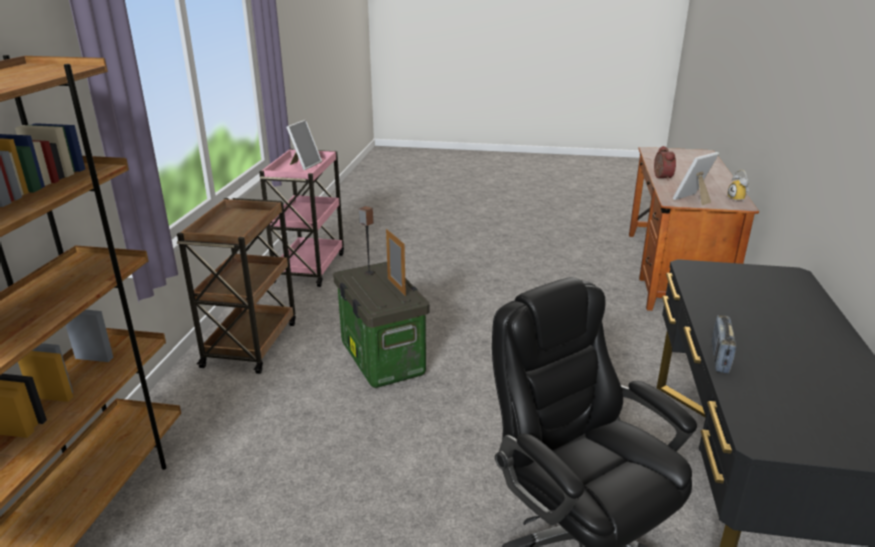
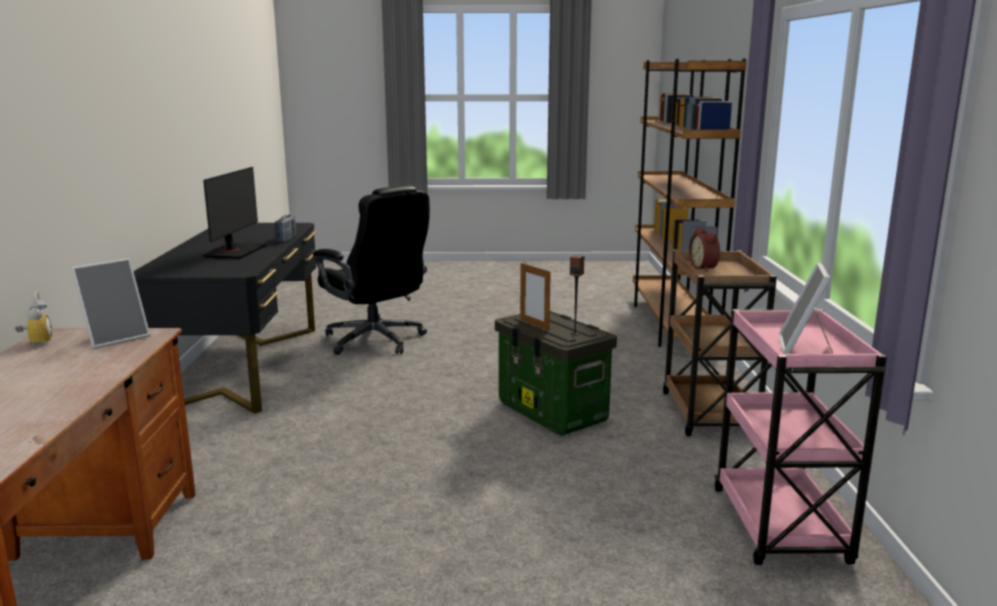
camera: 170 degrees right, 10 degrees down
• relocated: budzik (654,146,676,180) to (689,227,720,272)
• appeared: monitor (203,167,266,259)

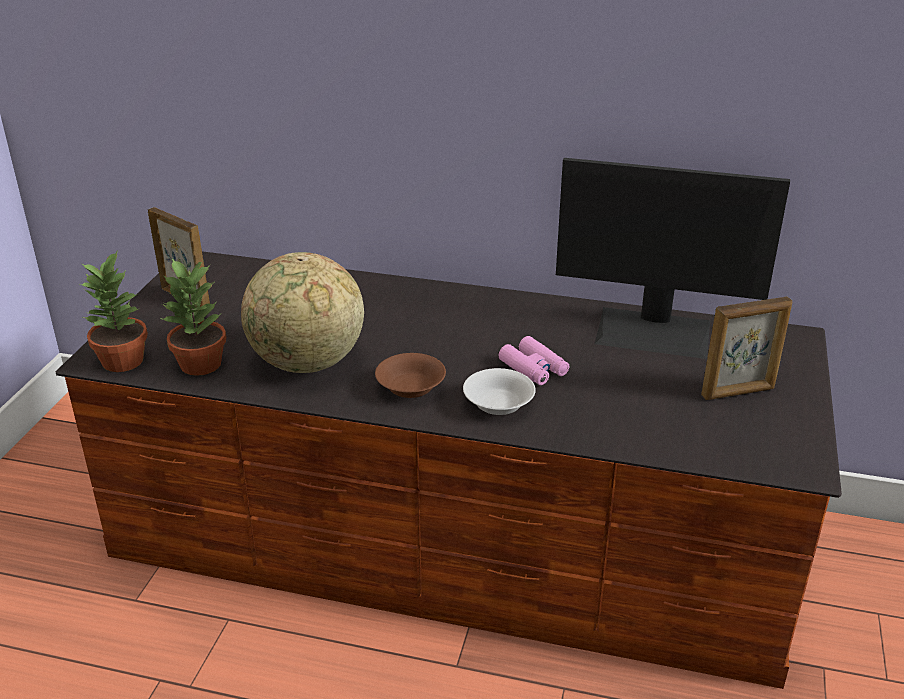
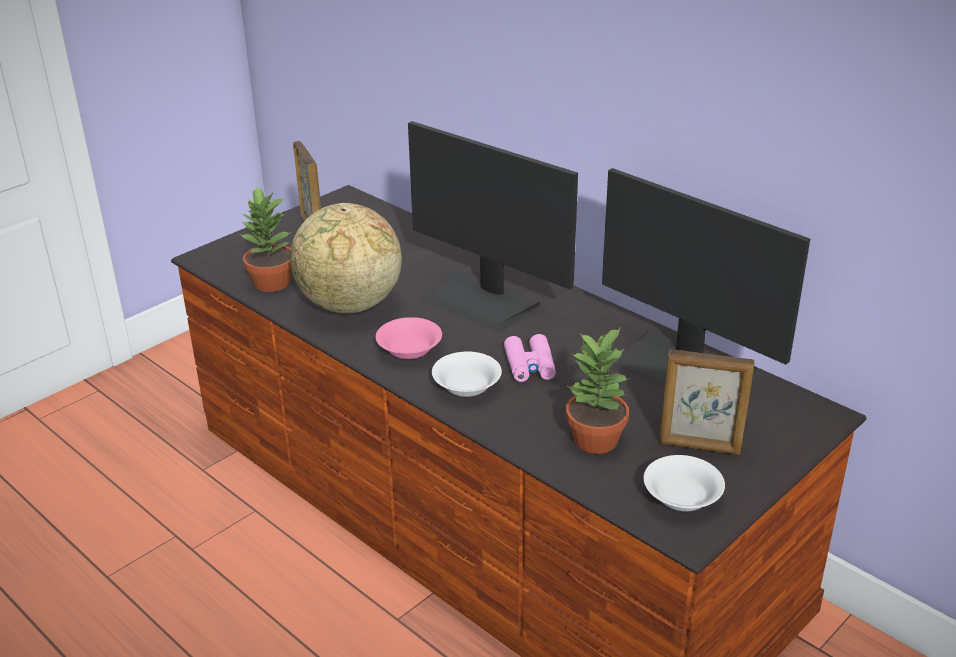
camera: 30 degrees right, 0 degrees up
• relocated: roślina doniczkowa (80,250,148,372) to (566,329,629,454)
• colour: miska/brązowy (375,353,446,398) to miska/różowy (376,317,442,359)
• appeared: monitor (408,121,578,332)
• appeared: miska/biały (643,455,725,511)

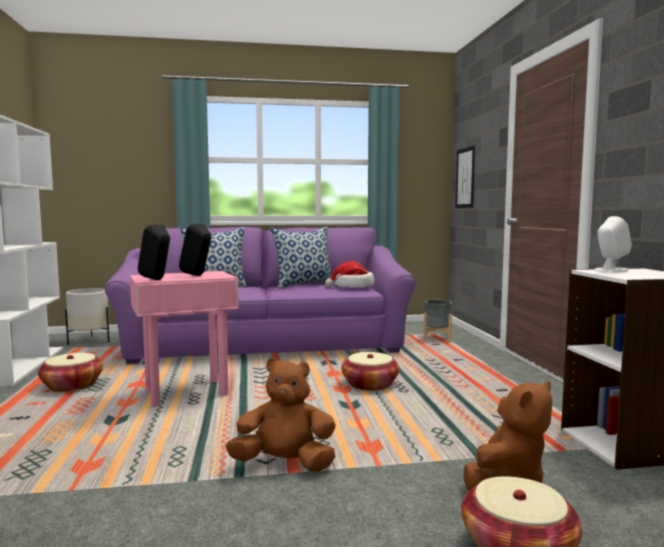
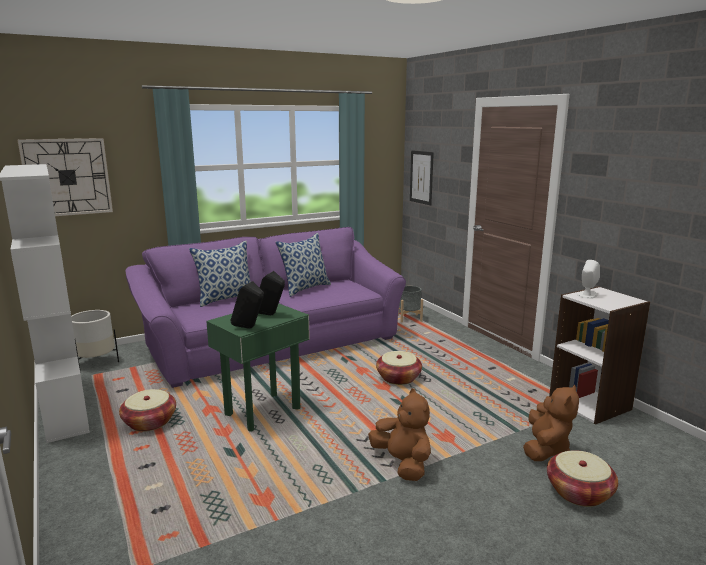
camera: 20 degrees left, 10 degrees up
• colour: stolik/różowy (130,271,239,407) to stolik/zielony (206,303,310,432)
• spun: pluszak/brązowy (226,358,336,472) = (368,388,431,481) 75 degrees clockwise
• missing: kapelusz (325,261,374,288)
• appeared: zegar ścienny (18,138,113,216)

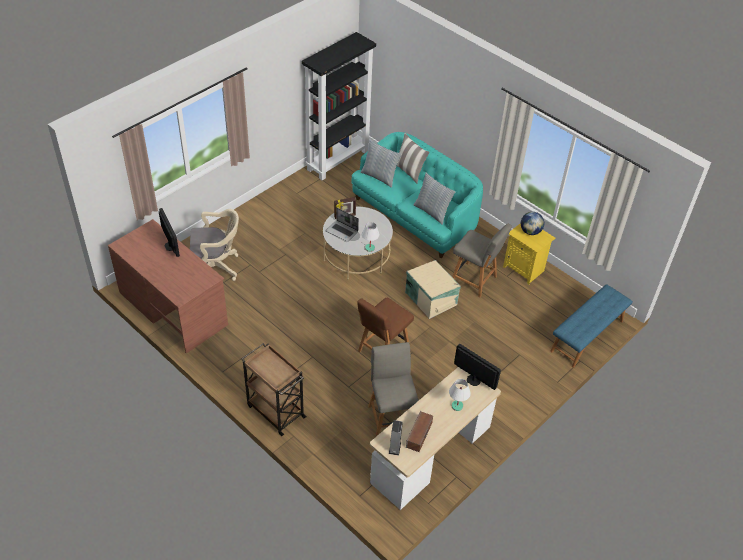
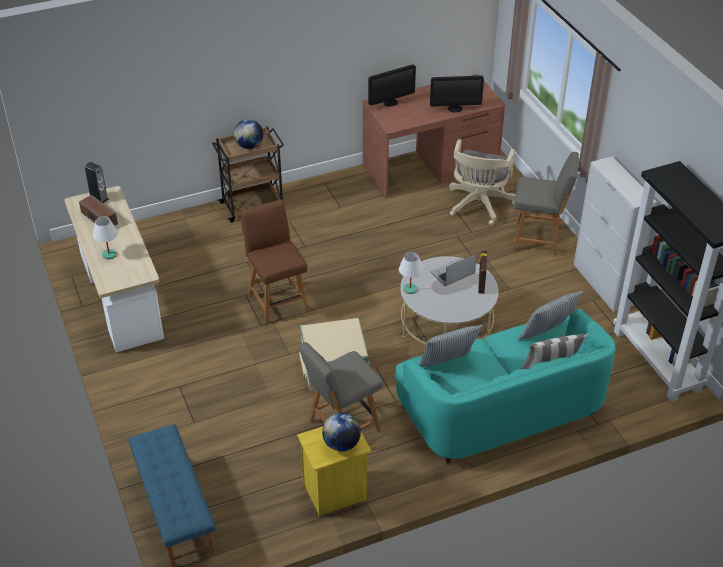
camera: 115 degrees right, 5 degrees down
• relocated: krzesło/szary (368,342,419,436) to (512,152,579,256)
• relocated: monitor (454,344,501,390) to (368,64,416,107)
• appeared: globus (234,119,263,149)
• appeared: szafka/biały (574,156,657,312)

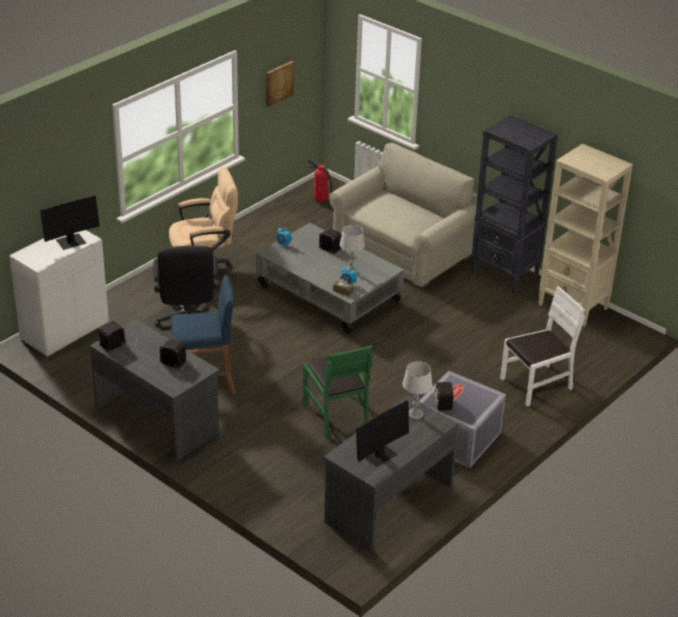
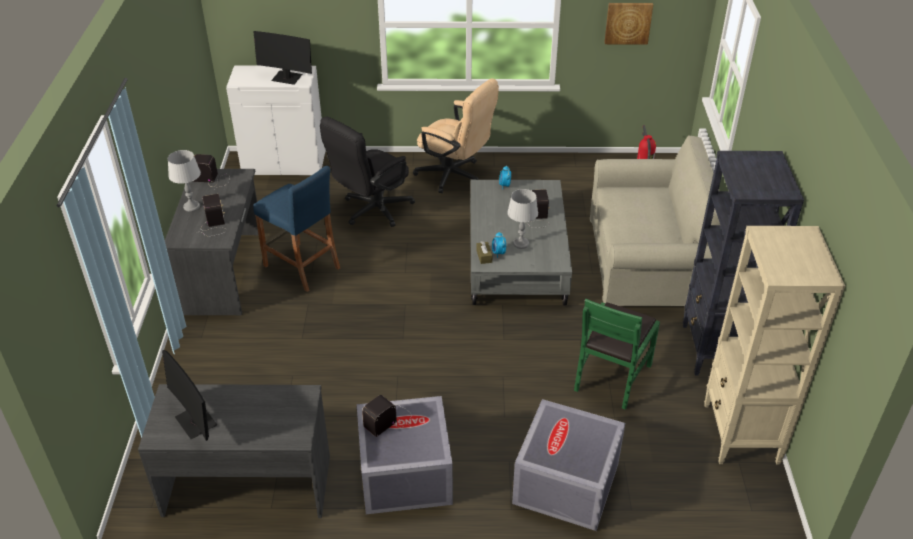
camera: 50 degrees right, 5 degrees up
• relocated: krzesło/zielony (303,345,373,438) to (574,299,660,410)
• spun: monitor (356,400,409,467) = (162,350,217,441) 45 degrees clockwise
• relocated: lampa stołowa/szary (402,361,433,420) to (168,150,201,212)
• exchanged: krzesło/biały (500,286,585,407) to pojemnik do przechowywania/szary (512,399,625,531)

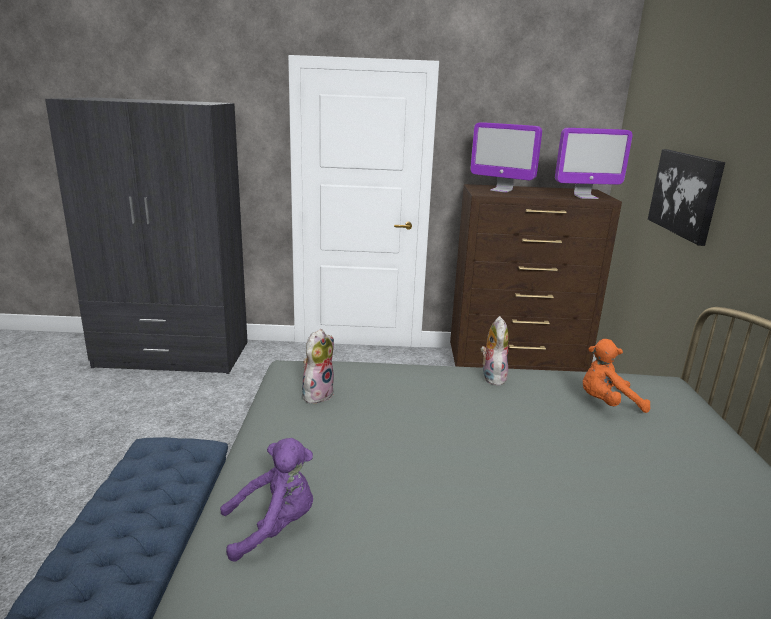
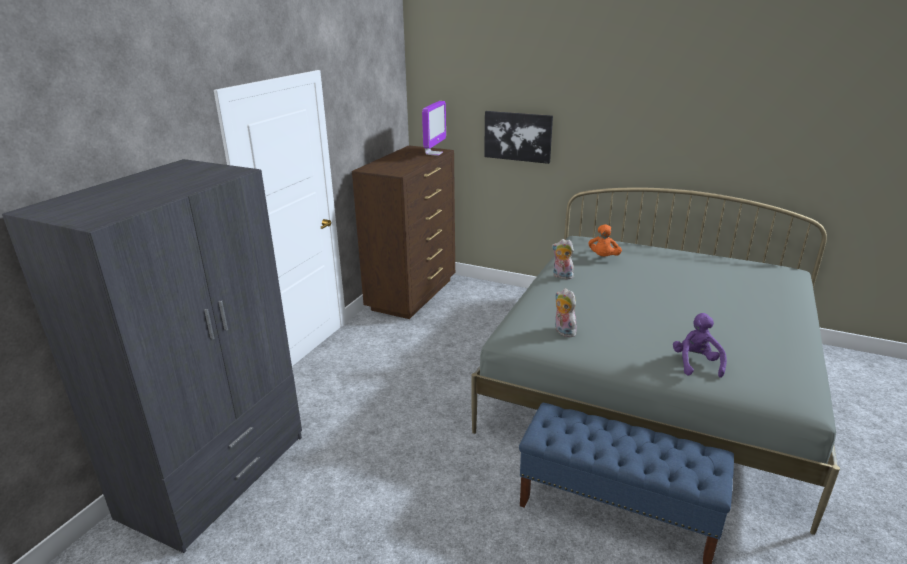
camera: 65 degrees left, 5 degrees up
• missing: monitor (470,122,542,193)

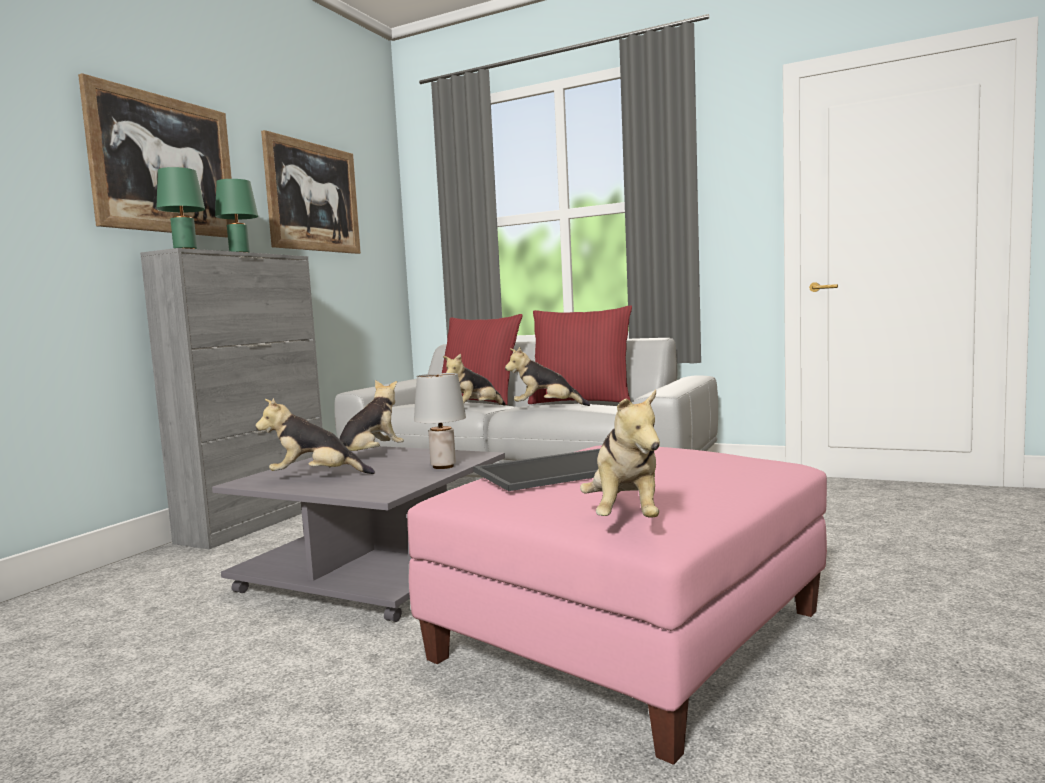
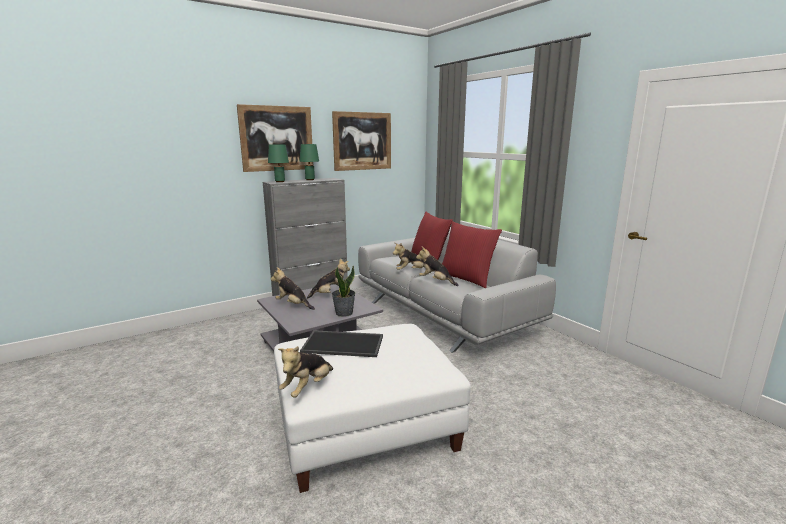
camera: 30 degrees right, 10 degrees up
• colour: pufa/różowy (407,445,827,765) to pufa/biały (274,324,471,493)
• exchanged: lampa stołowa/szary (414,373,466,469) to roślina doniczkowa (332,266,356,317)

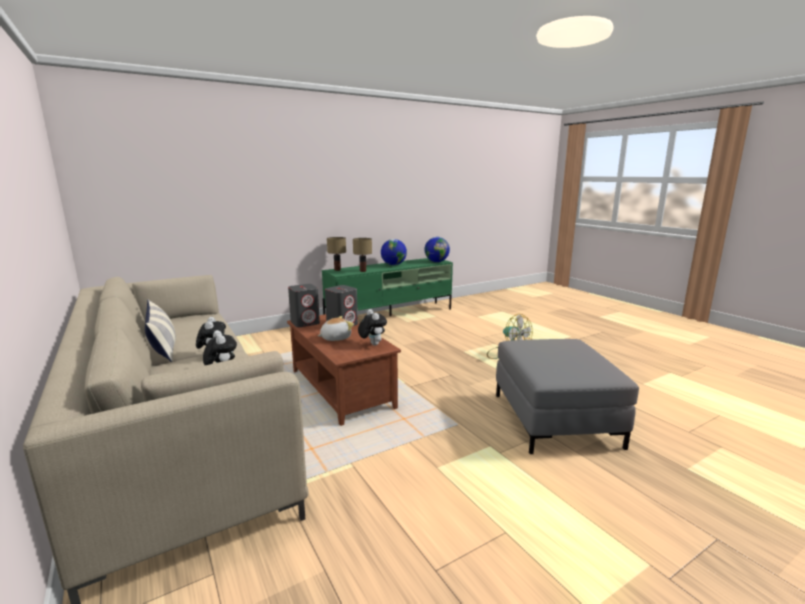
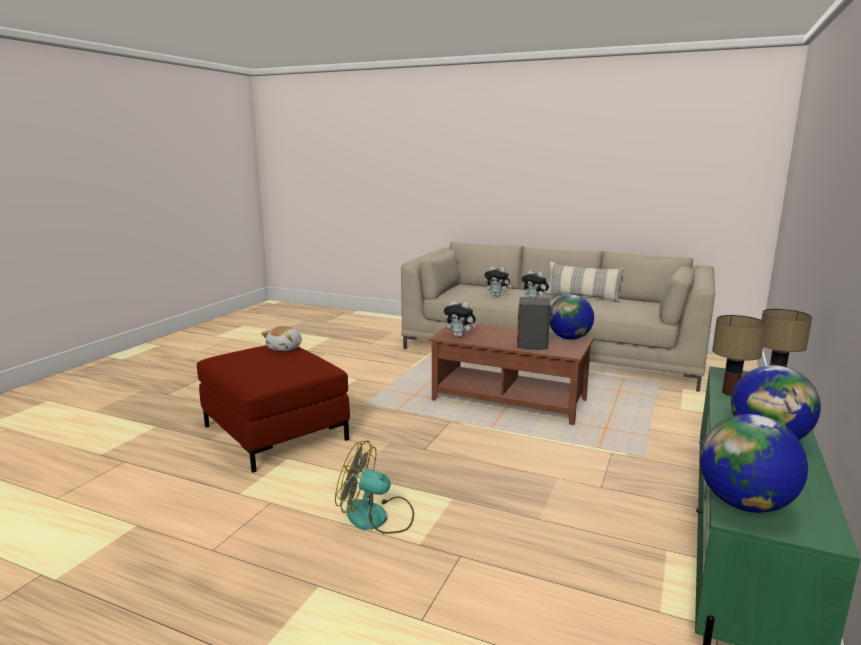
camera: 145 degrees right, 0 degrees up
• exchanged: głośnik/szary (288,284,320,327) to globus (549,295,594,340)
• relocated: pluszak (318,316,354,341) to (261,326,302,351)
• colour: pufa/szary (496,339,639,454) to pufa/czerwony (197,345,350,473)

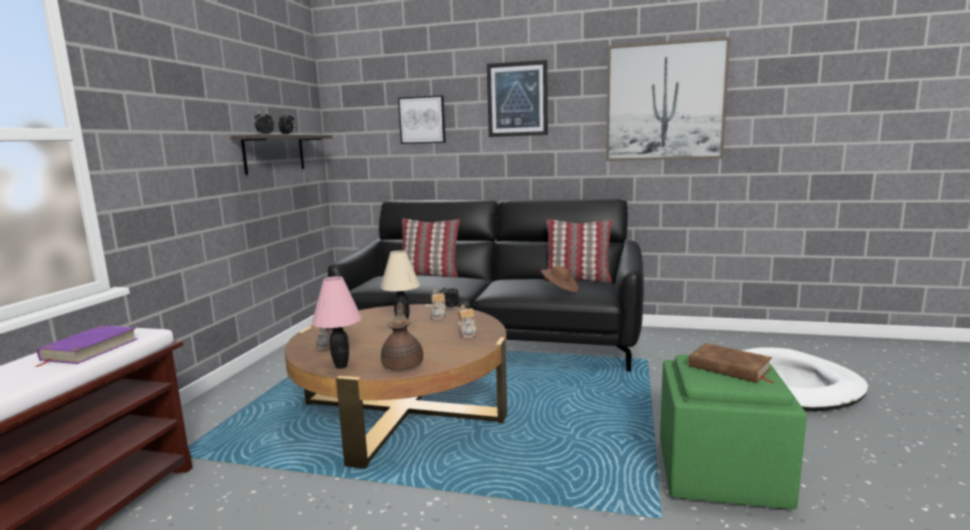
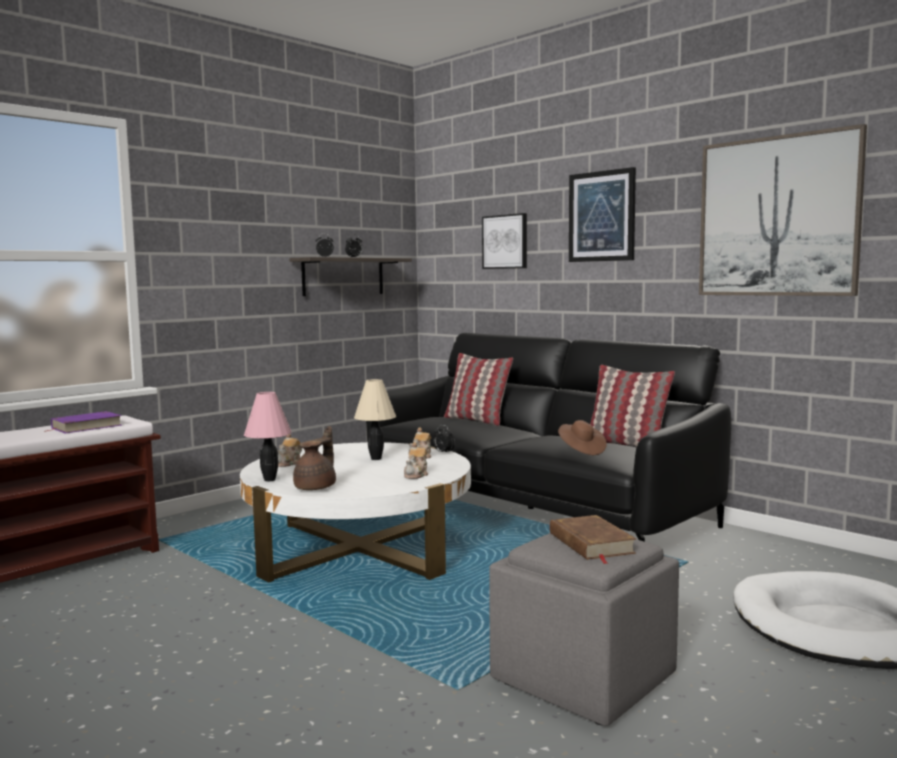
camera: 30 degrees right, 5 degrees down
• colour: ława/brązowy (284,304,507,469) to ława/biały (240,442,471,582)
• colour: pufa/zielony (660,355,807,509) to pufa/szary (489,533,679,726)

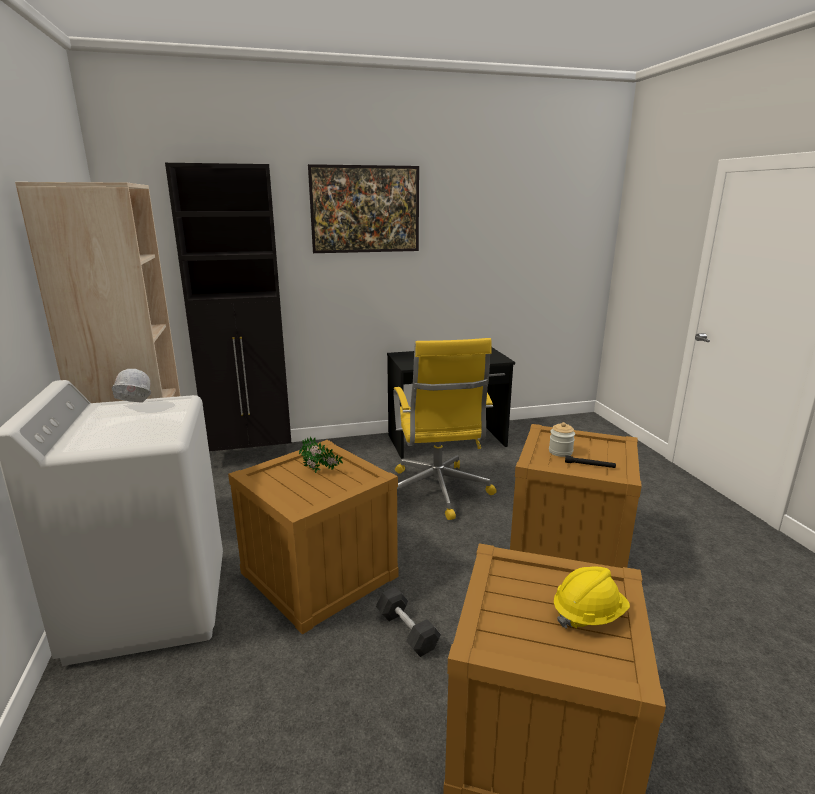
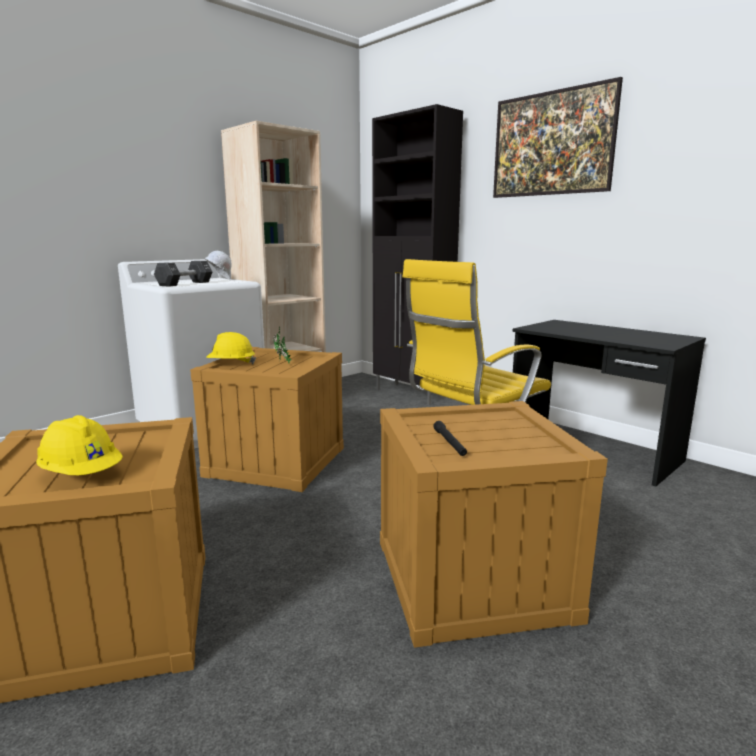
camera: 60 degrees right, 5 degrees down
• relocated: hantel/czarny (376,587,441,657) to (154,261,212,287)
• missing: słoik (549,422,575,457)
• appeared: kask/żółty (206,332,256,364)

